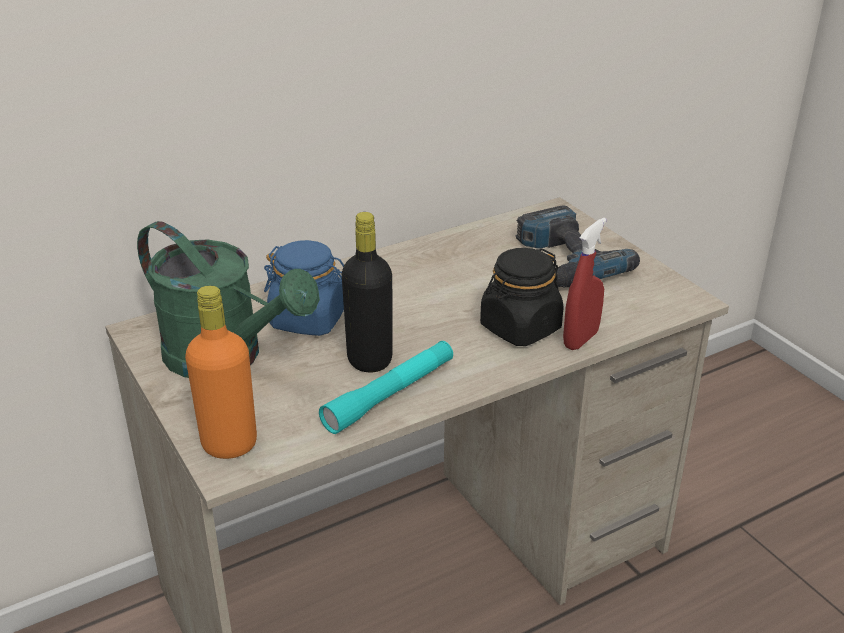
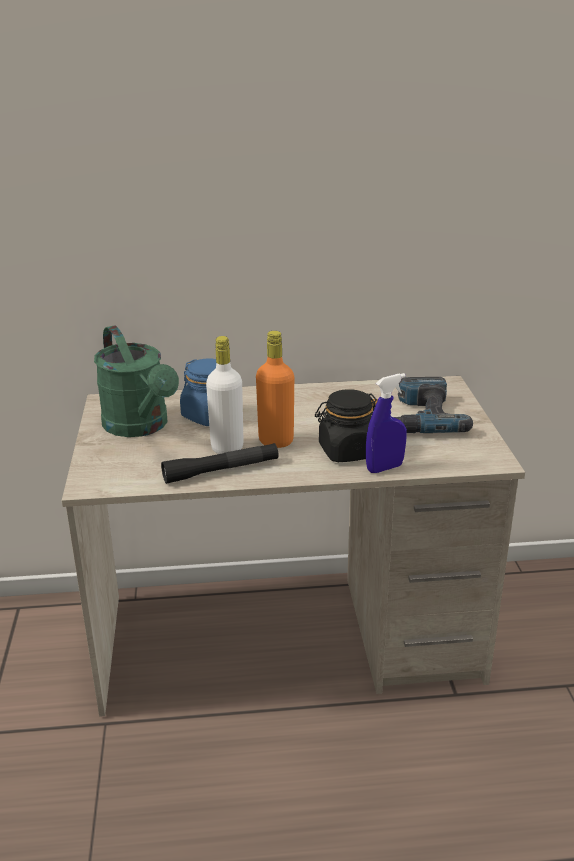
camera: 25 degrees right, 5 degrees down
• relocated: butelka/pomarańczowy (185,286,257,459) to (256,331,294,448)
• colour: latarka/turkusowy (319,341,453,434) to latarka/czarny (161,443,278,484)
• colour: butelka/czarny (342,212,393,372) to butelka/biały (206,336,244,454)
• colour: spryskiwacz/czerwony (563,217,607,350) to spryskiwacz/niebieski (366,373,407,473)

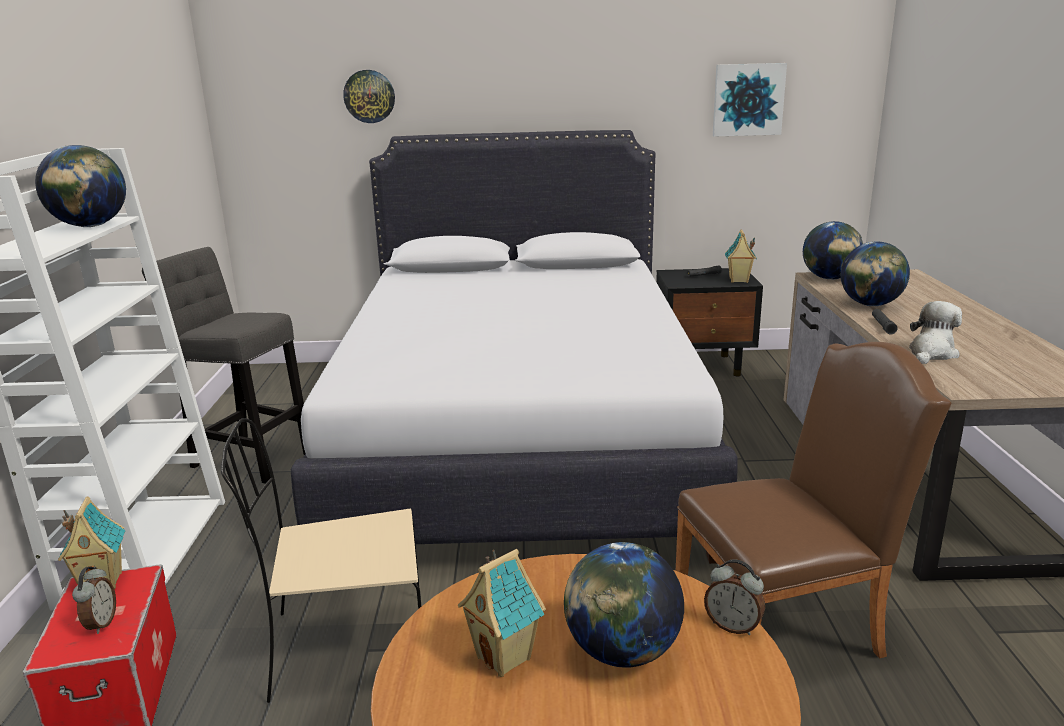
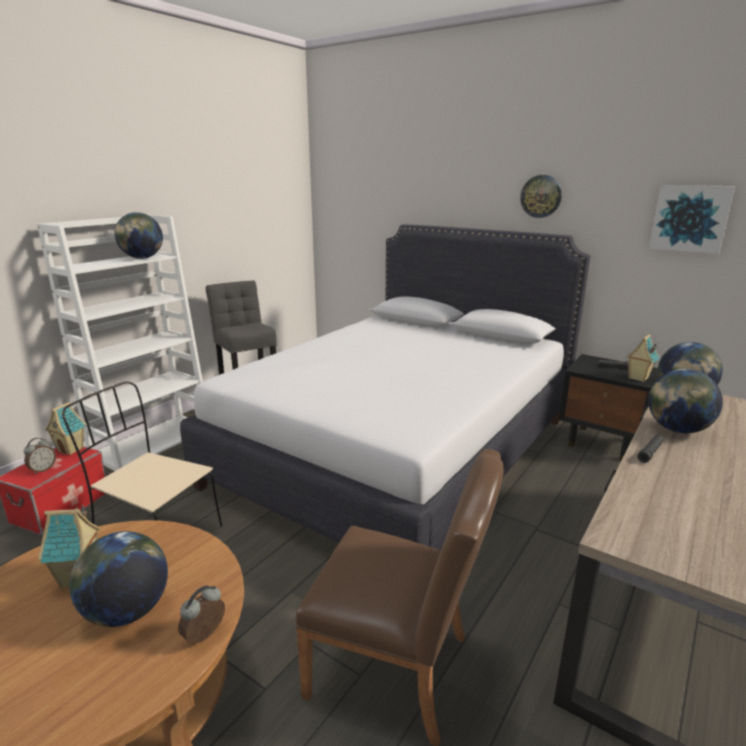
camera: 35 degrees right, 0 degrees up
• relocated: zegar ścienny (343,70,395,123) to (520,175,562,218)
• spun: budzik (704,559,765,635) = (178,586,225,645) 60 degrees clockwise
• missing: pluszak (909,301,962,364)

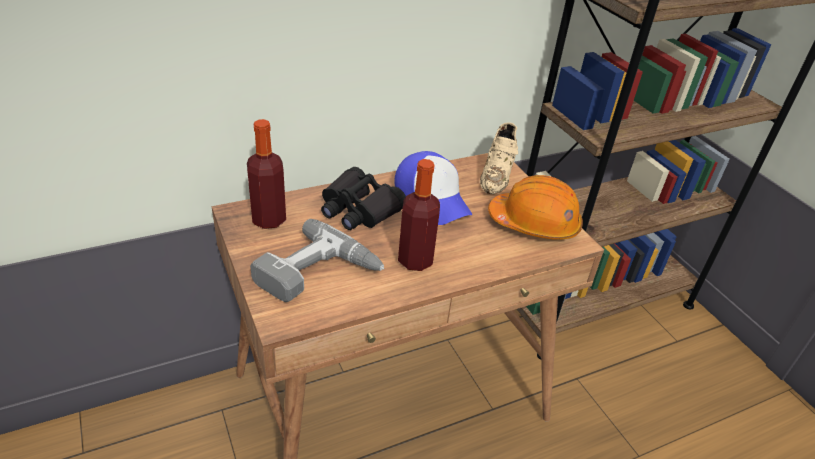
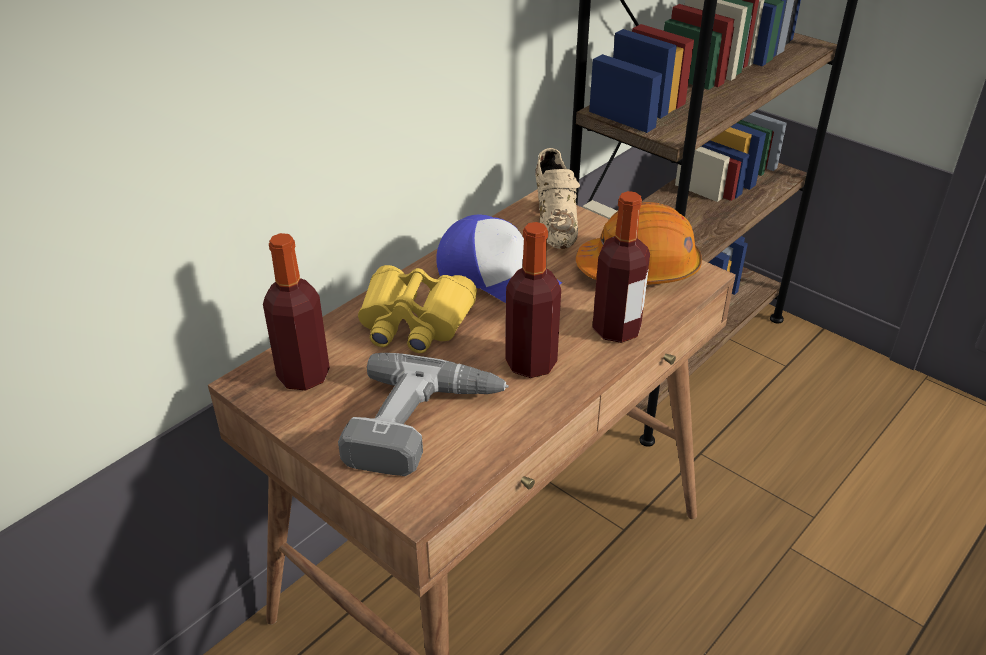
camera: 20 degrees left, 0 degrees up
• colour: lornetka/czarny (321,167,406,230) to lornetka/żółty (358,265,477,353)
• appeared: butelka (592,191,650,343)

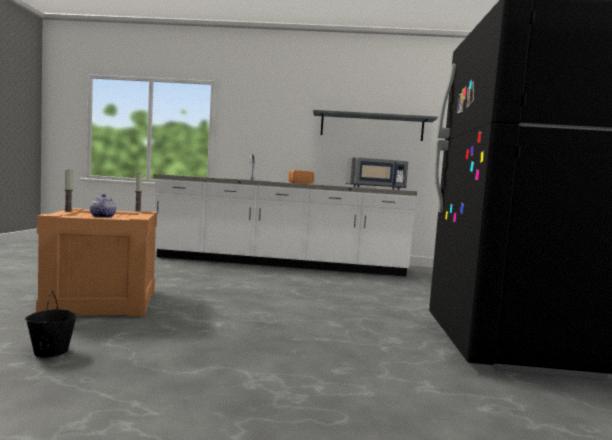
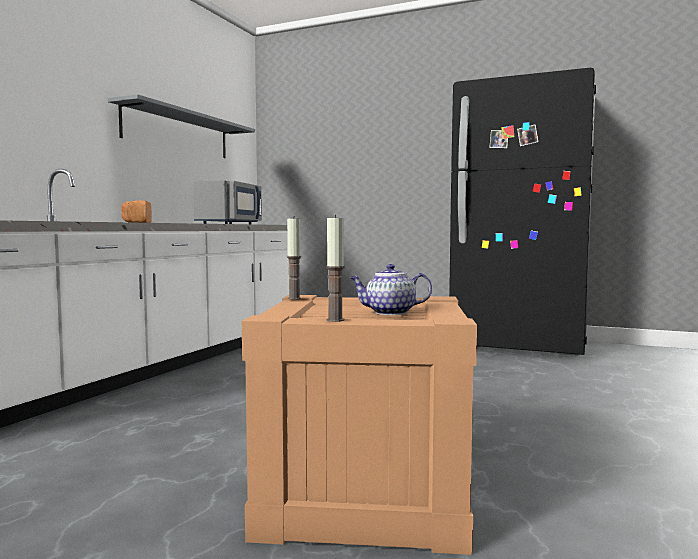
camera: 70 degrees left, 0 degrees up
• missing: wiadro/czarny (25,291,77,358)

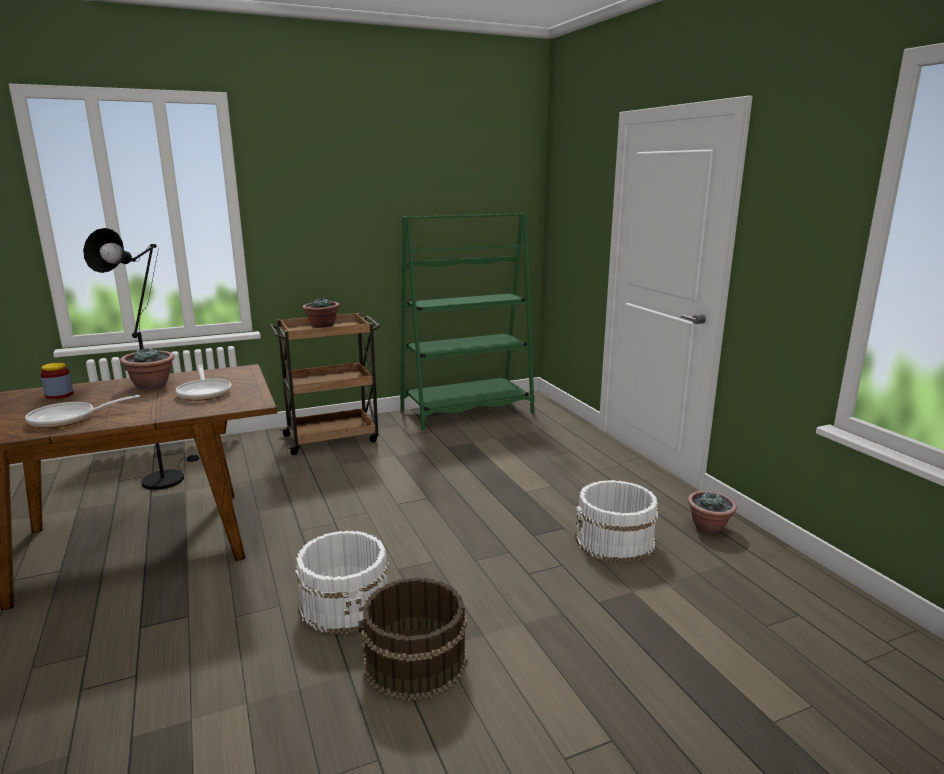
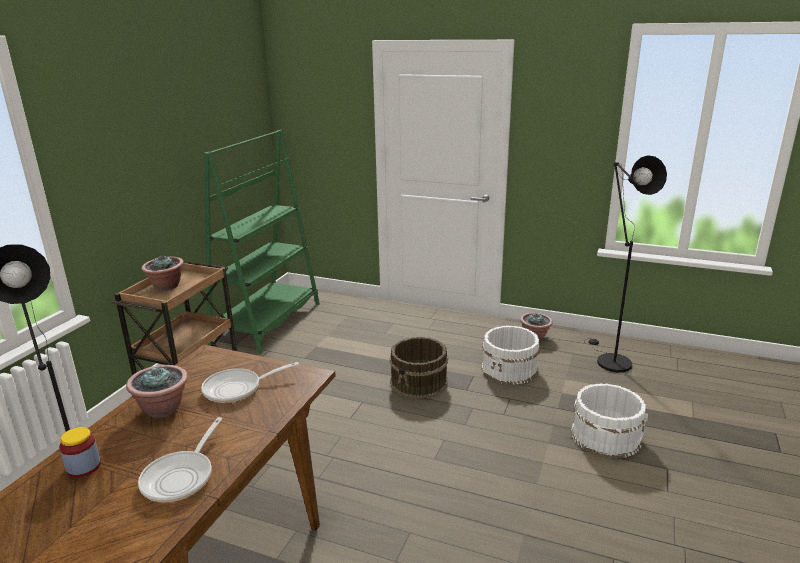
camera: 45 degrees left, 5 degrees up
• spun: patelnia (176,365,232,401) = (201,362,299,403) 135 degrees clockwise
• relocated: wiadro/biały (295,531,389,634) to (571,383,648,459)
• relocated: wiadro/brązowy (358,577,467,701) to (389,337,448,399)
• appeared: lampa stojąca/czarny (585,155,667,372)

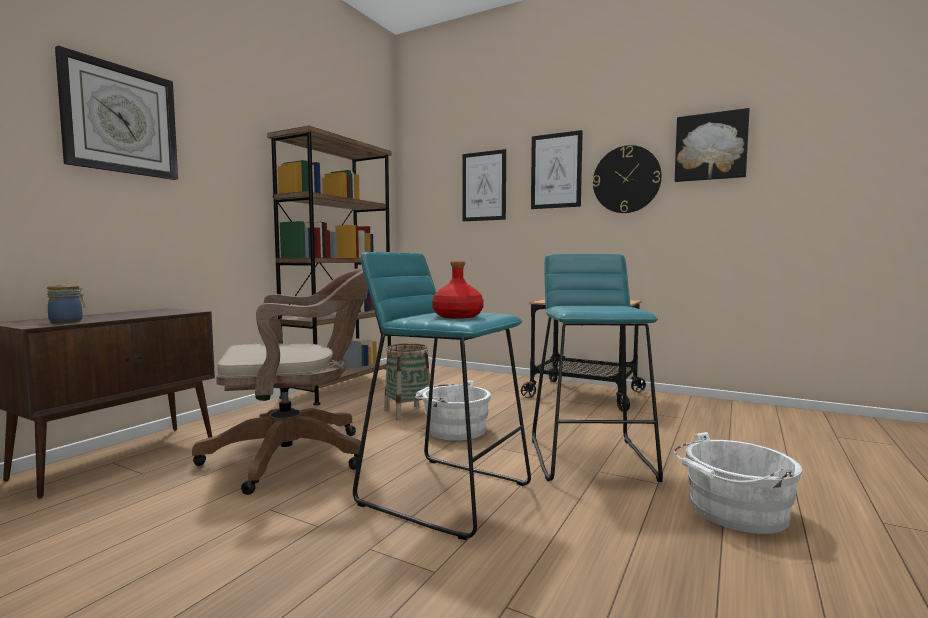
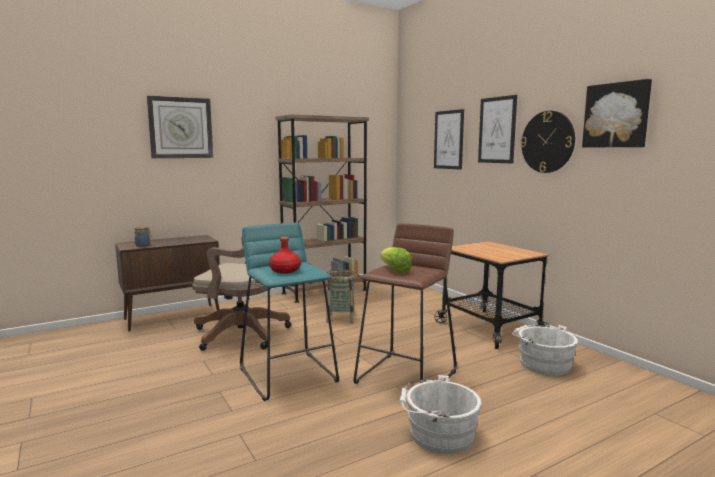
camera: 30 degrees right, 5 degrees up
• relocated: wiadro/biały (415,380,491,441) to (512,325,578,376)
• colour: stołek/turkusowy (532,254,663,482) to stołek/brązowy (353,223,457,384)
• appeared: sałata (380,247,412,273)

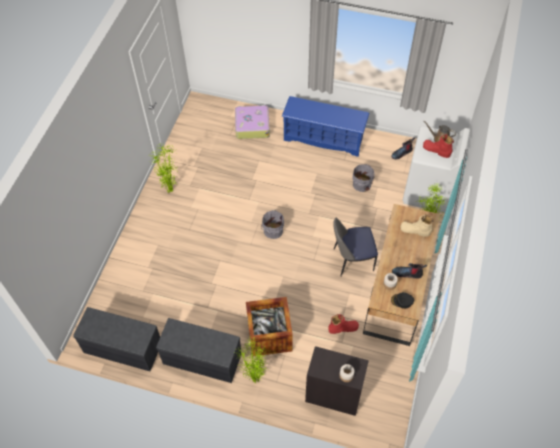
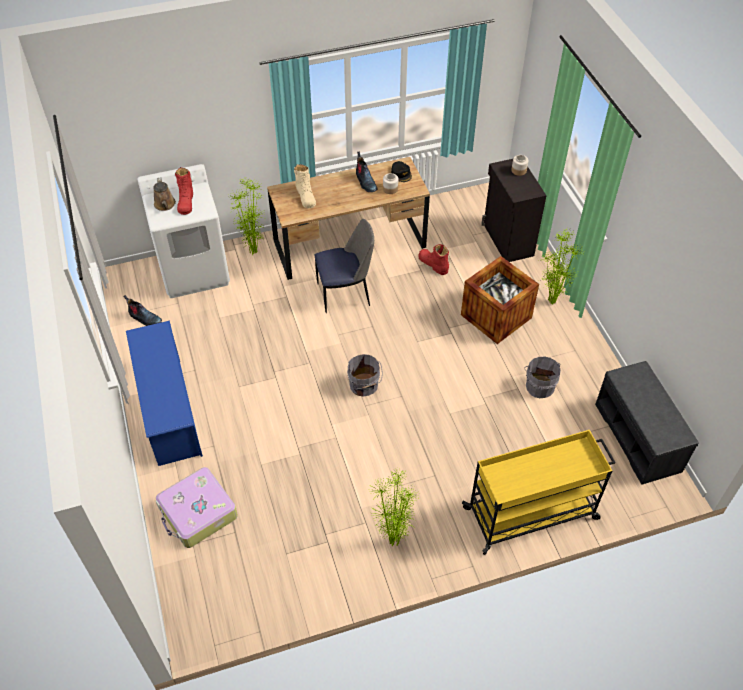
camera: 125 degrees left, 5 degrees down
• missing: ławka/szary (156,318,242,383)
• spun: krzesło (333,218,378,277) = (315,219,374,313) 60 degrees counterclockwise
• relocated: wiadro/szary (353,164,375,192) to (524,357,561,398)
• appeared: wózek/żółty (462,430,616,555)

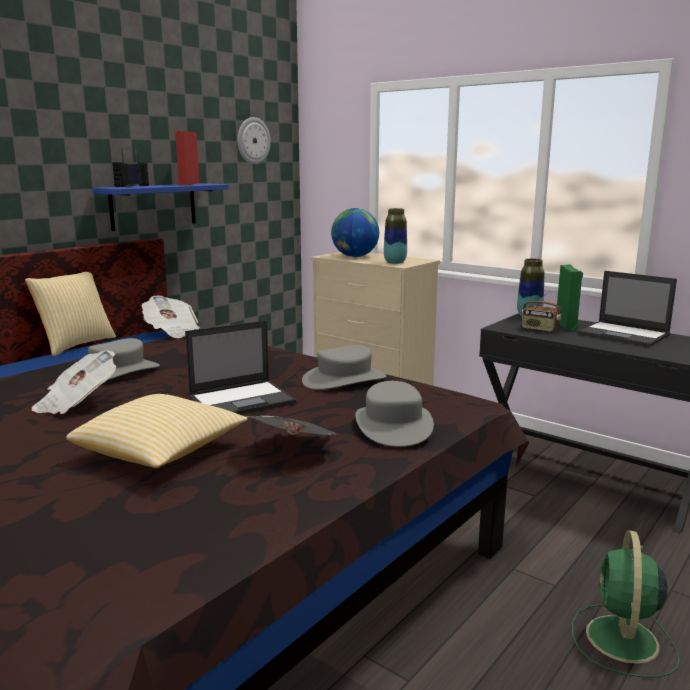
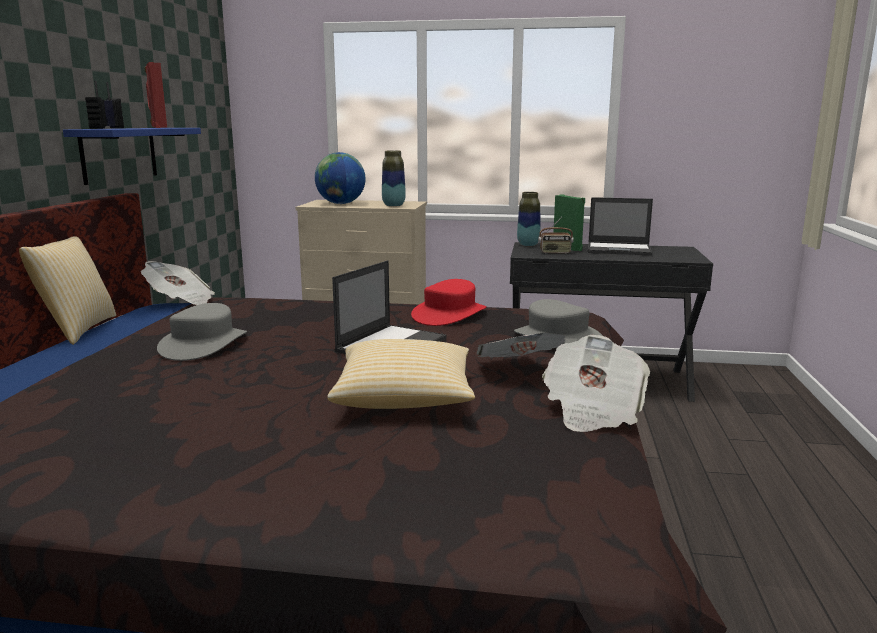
camera: 30 degrees left, 0 degrees up
• relocated: gazeta (32,350,116,414) to (542,335,651,432)
• missing: zegar ścienny (237,117,271,164)
• colour: kapelusz/szary (302,345,387,390) to kapelusz/czerwony (411,279,487,326)
• missing: wentylator/zielony (572,530,680,678)

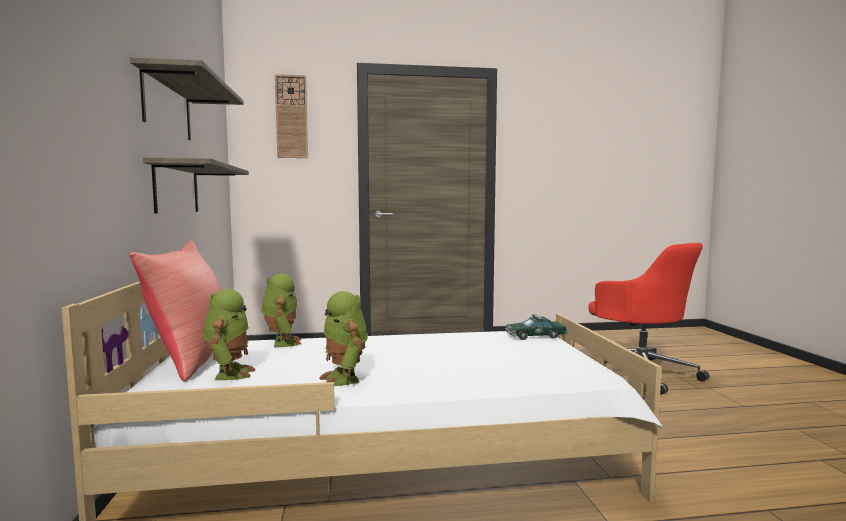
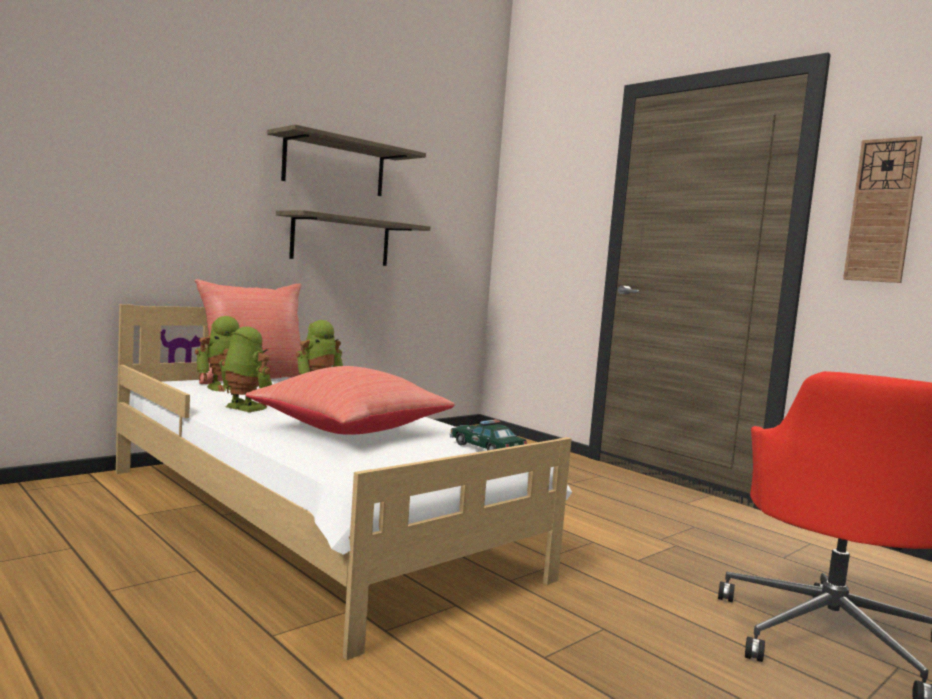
camera: 55 degrees right, 0 degrees up
• relocated: zegar ścienny (275,74,308,158) to (843,136,922,283)
• spun: robot zabawkowy (319,291,368,386) = (219,326,272,412) 90 degrees clockwise
• appeared: poduszka/czerwony (246,366,455,435)

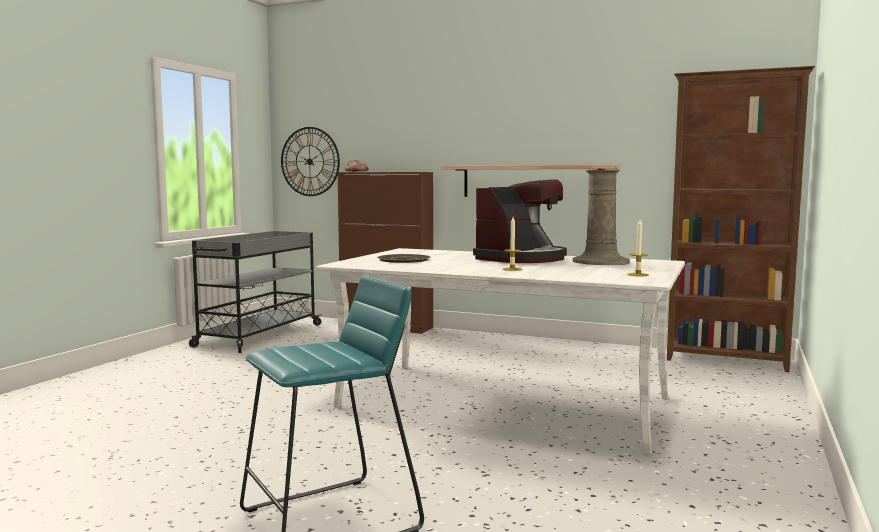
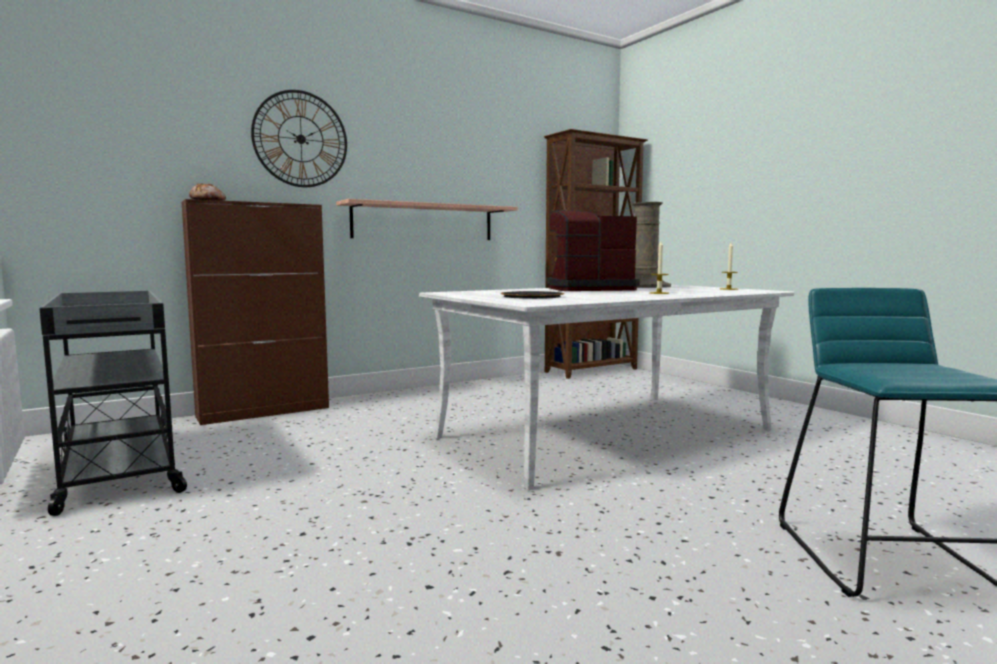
camera: 55 degrees left, 0 degrees up
• relocated: zegar ścienny (281,127,340,196) to (251,90,347,187)
• spun: ekspres do kawy (473,179,567,263) = (547,210,640,291) 90 degrees counterclockwise

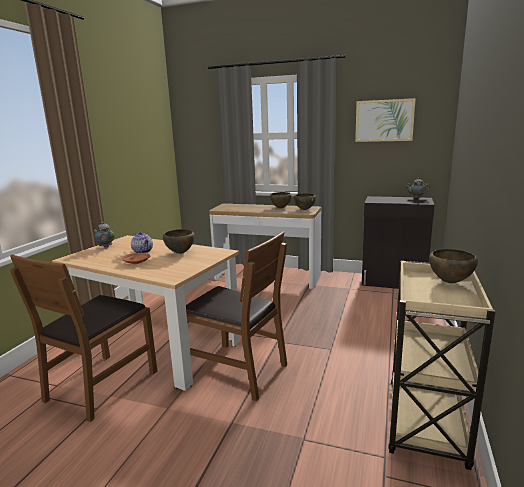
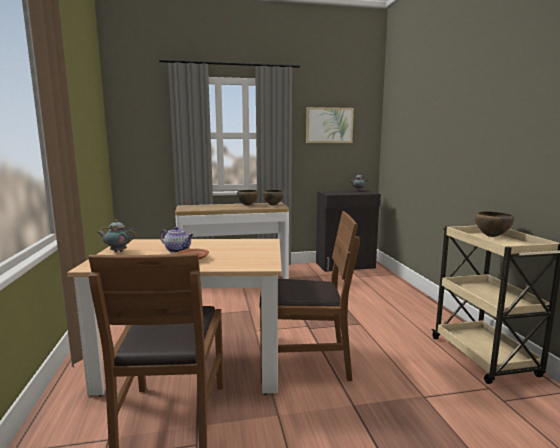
camera: 30 degrees left, 5 degrees down
• missing: miska/brązowy (163,229,195,254)

